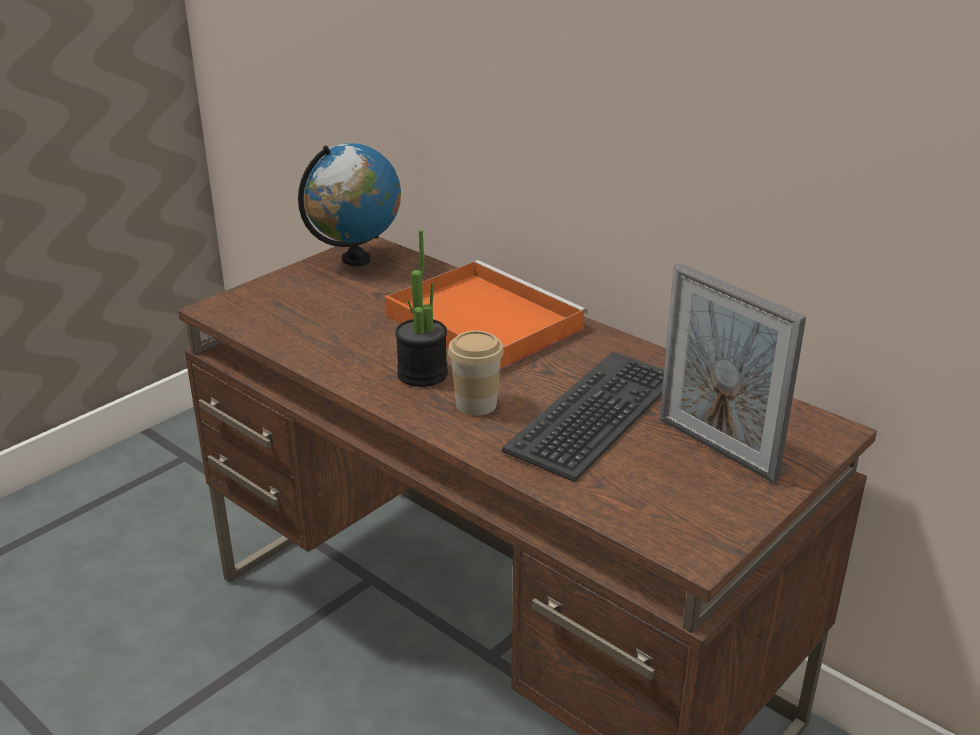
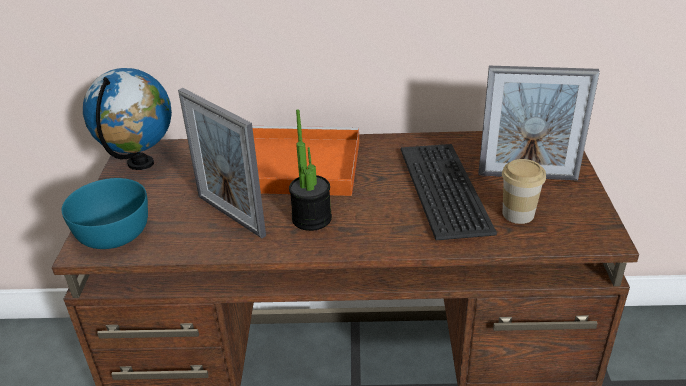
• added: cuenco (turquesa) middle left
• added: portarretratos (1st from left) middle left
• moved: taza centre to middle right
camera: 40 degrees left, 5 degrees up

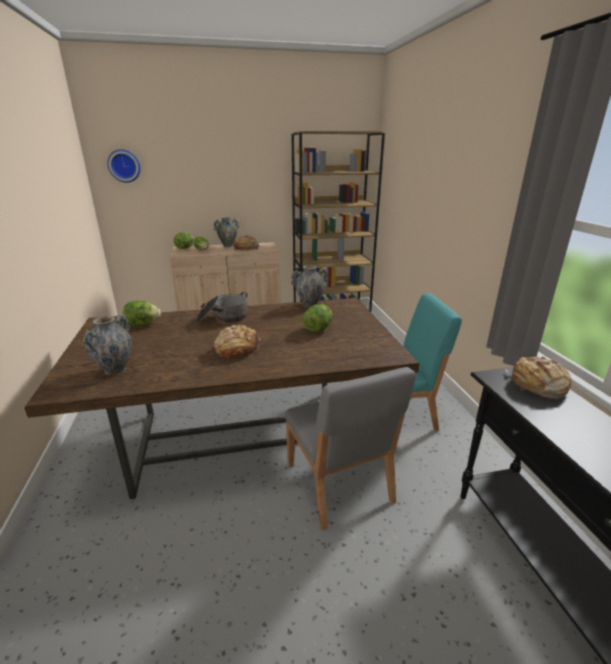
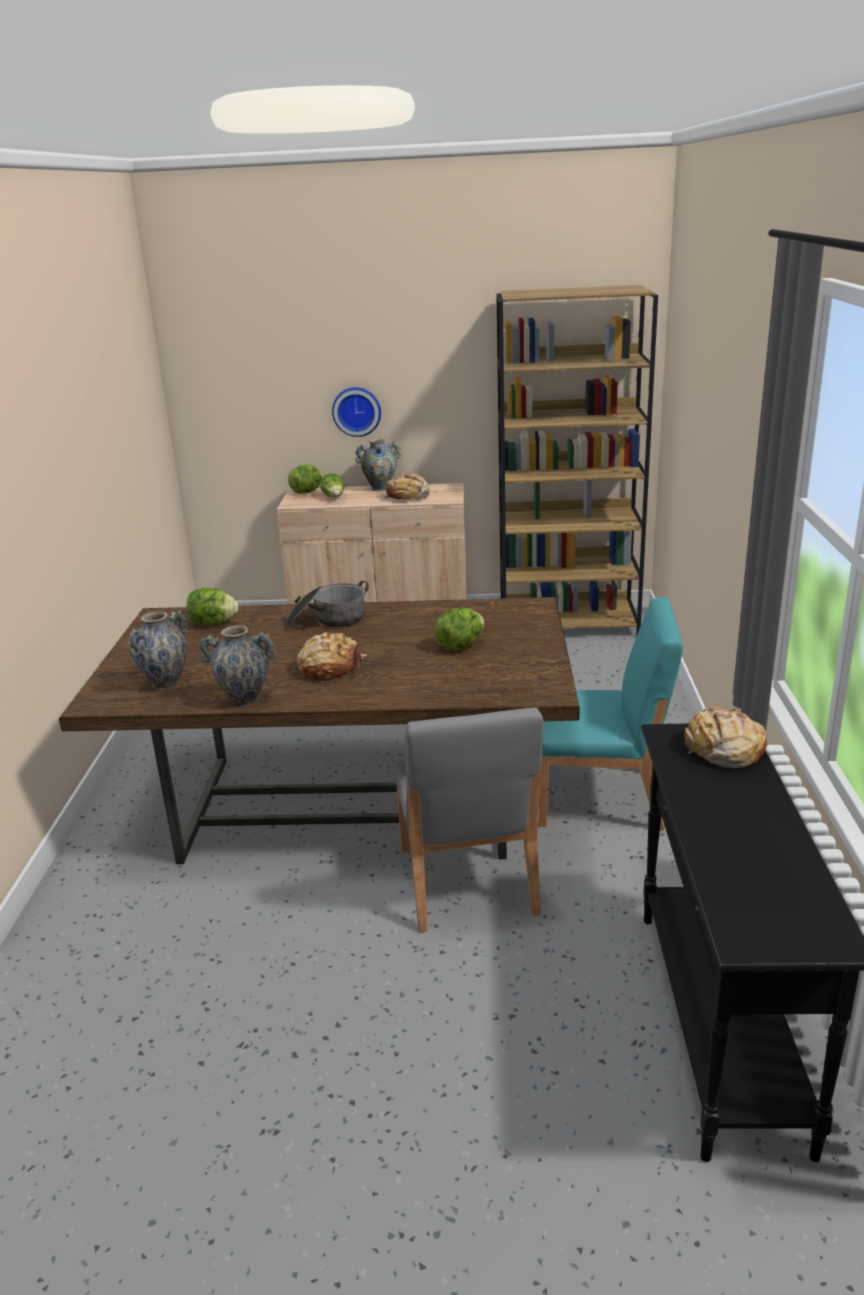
• moved: florero (3rd from left in the first image) centre to florero (2nd from left) middle left
• moved: reloj de pared top left to top centre
camera: 15 degrees right, 0 degrees up

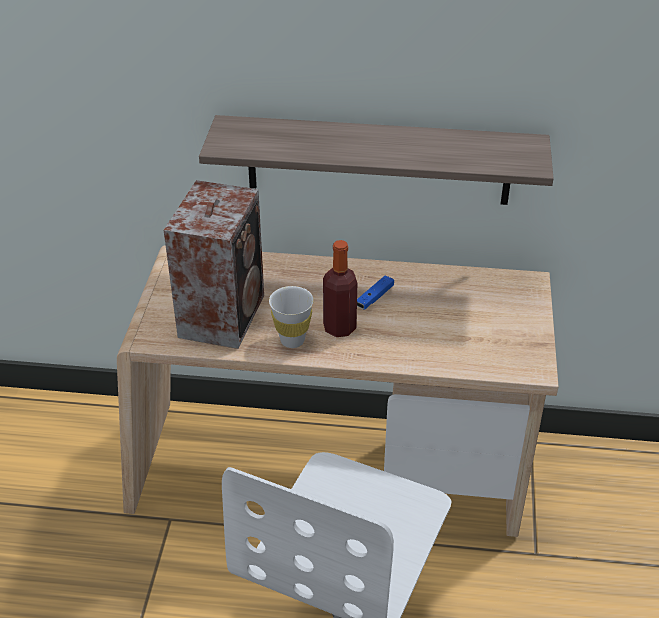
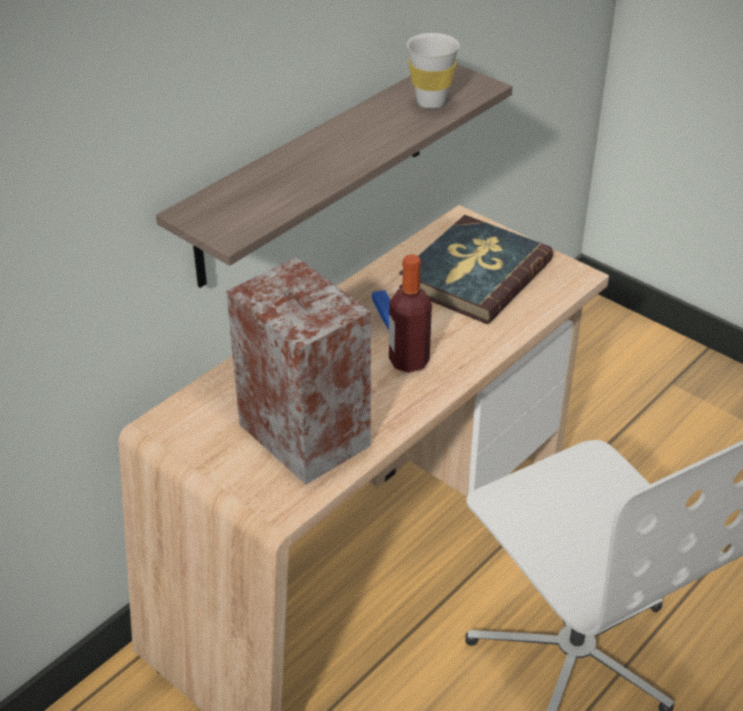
• added: libro centre
• moved: taza (blanco) centre to top centre
camera: 55 degrees left, 0 degrees up

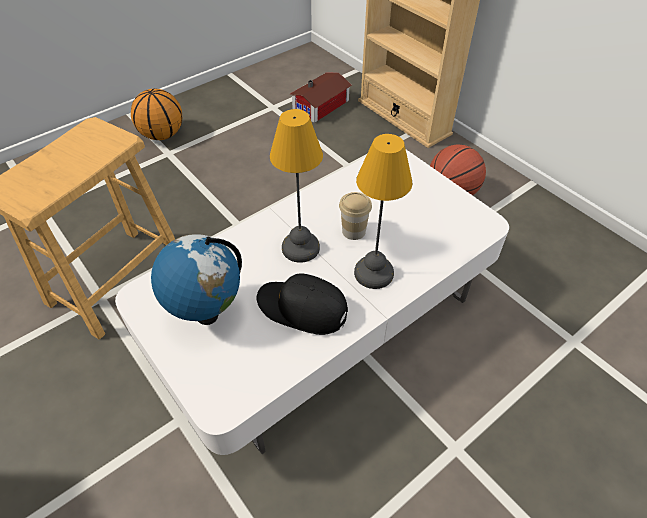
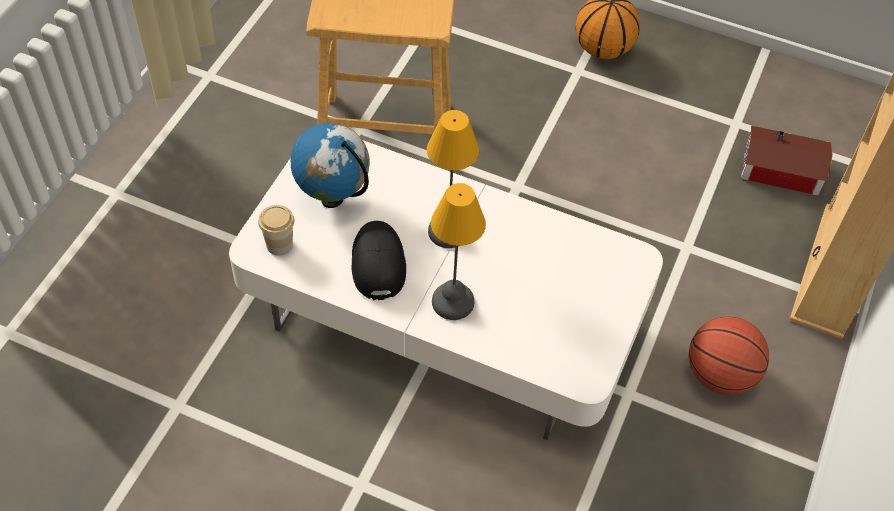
• moved: taza centre to middle left
camera: 60 degrees right, 5 degrees up

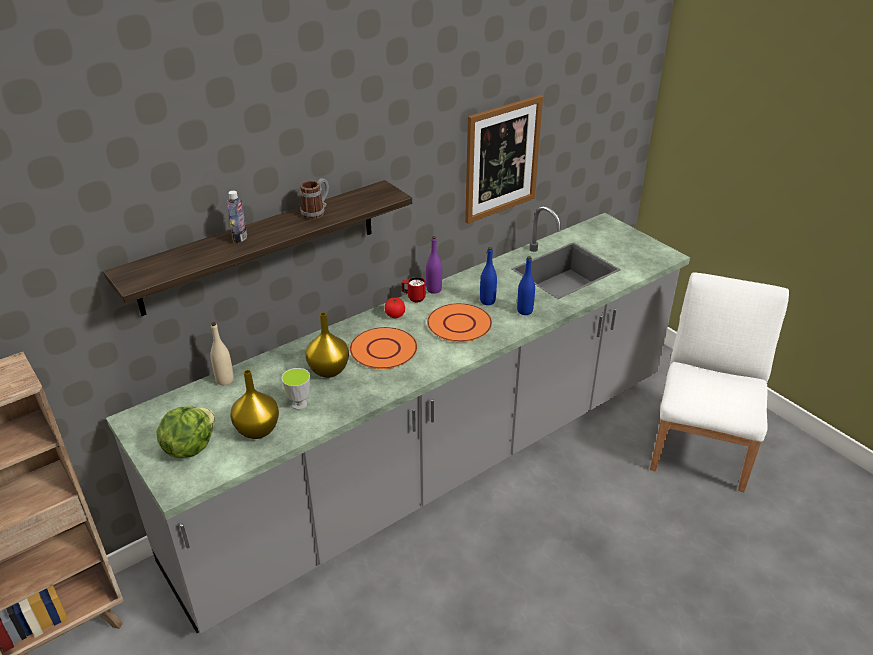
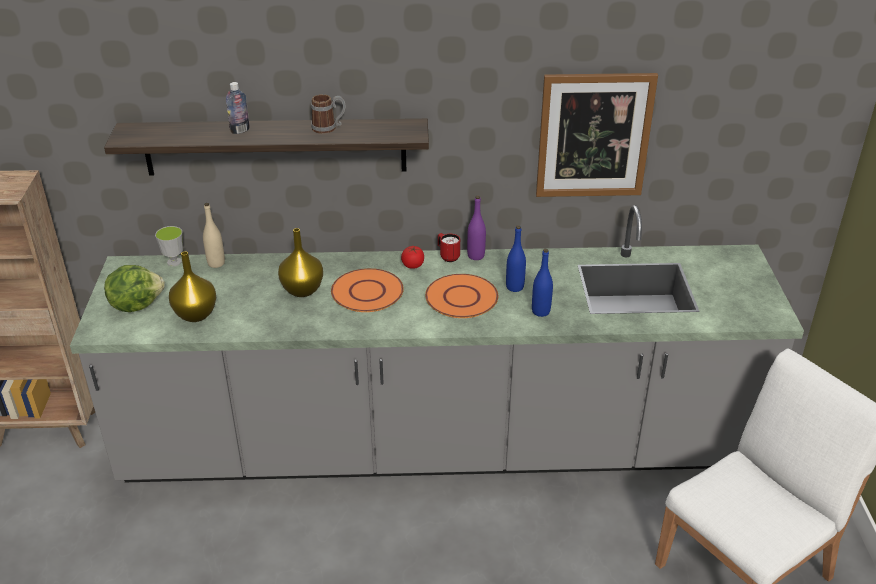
• moved: taza centre to middle left
camera: 35 degrees right, 0 degrees up

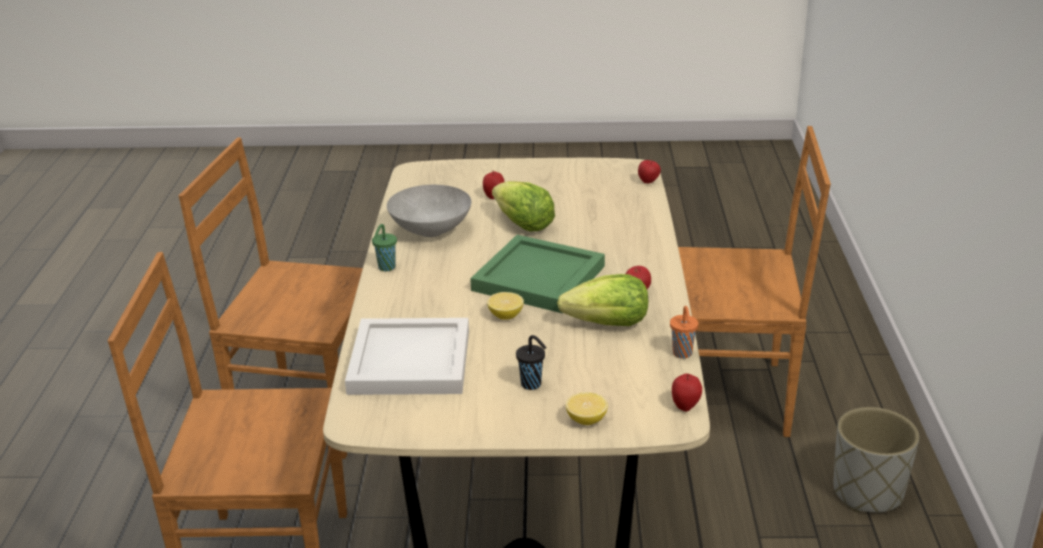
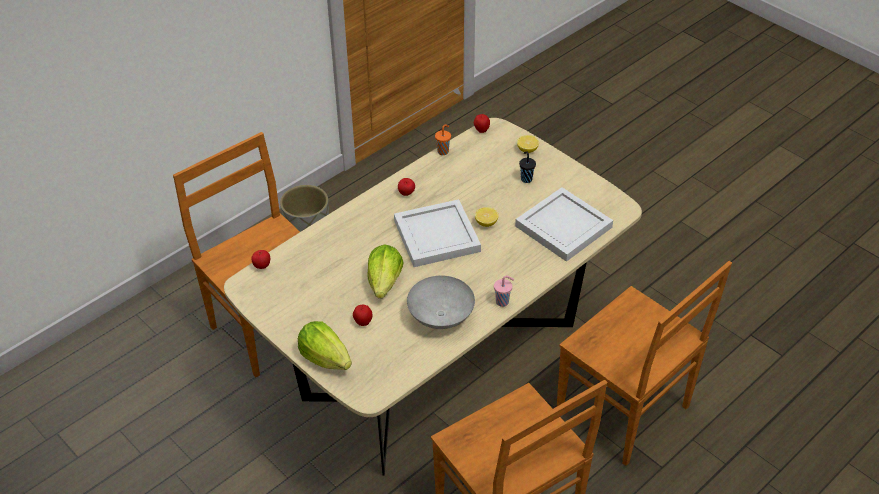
• moved: lechuga (2nd from left in the first image) centre to lechuga (1st from left) bottom centre
• recoloured: bandeja (verde) centre to bandeja (blanco) (1st from left) centre
• recoloured: taza (verde) centre to taza (rosa) centre
camera: 135 degrees left, 15 degrees up

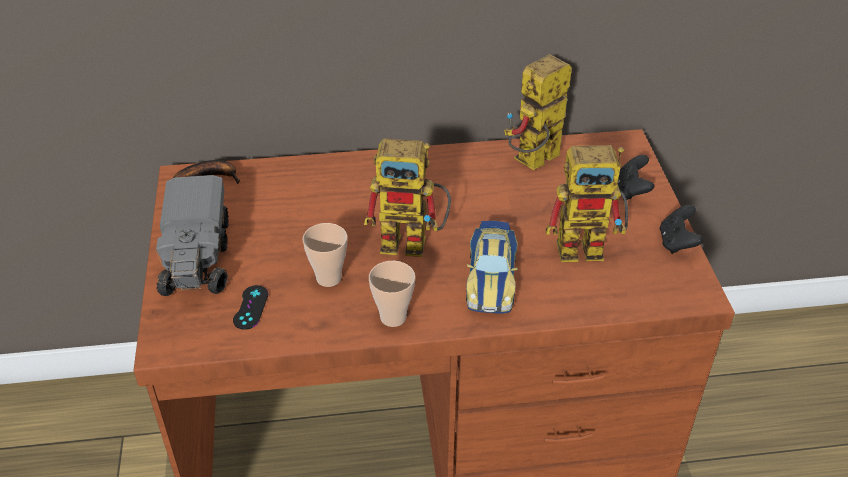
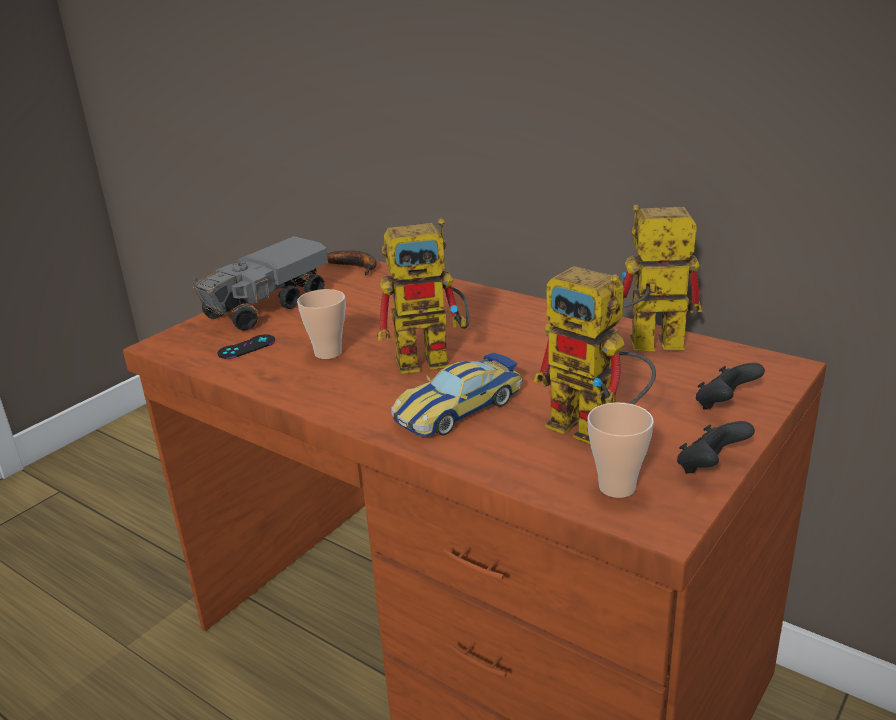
• turned: robot de juguete (1st from left) centre = centre 60 degrees counterclockwise
• moved: taza (2nd from left) centre to middle right
camera: 45 degrees right, 15 degrees down

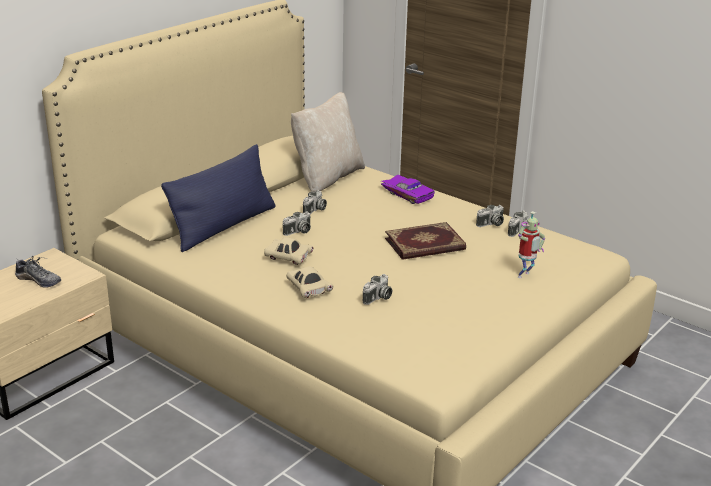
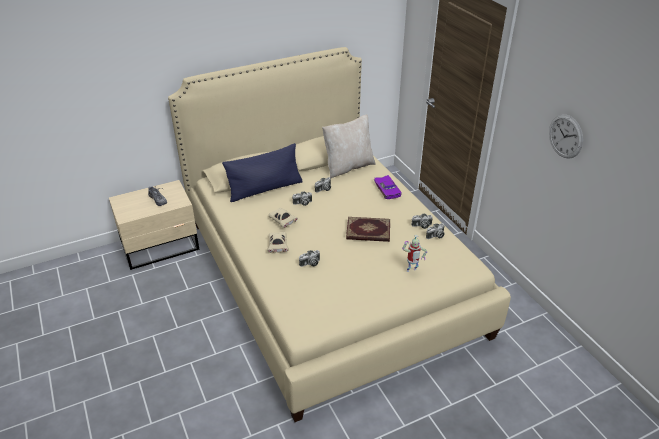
• added: reloj de pared top right
camera: 25 degrees right, 10 degrees up

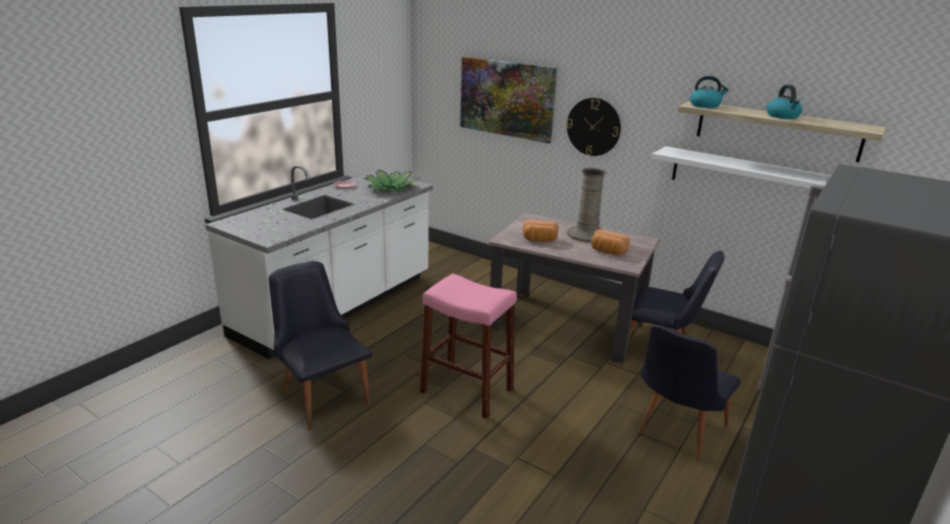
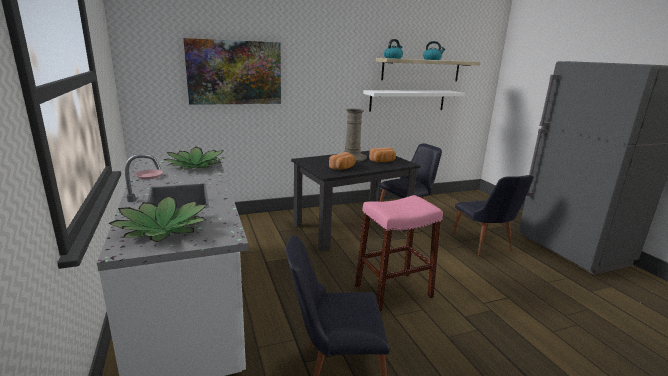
• added: planta en maceta (1st from left) middle left
• recoloured: mesa de comedor (beis) centre to mesa de comedor (negro) centre
• removed: reloj de pared top centre
camera: 55 degrees left, 5 degrees down

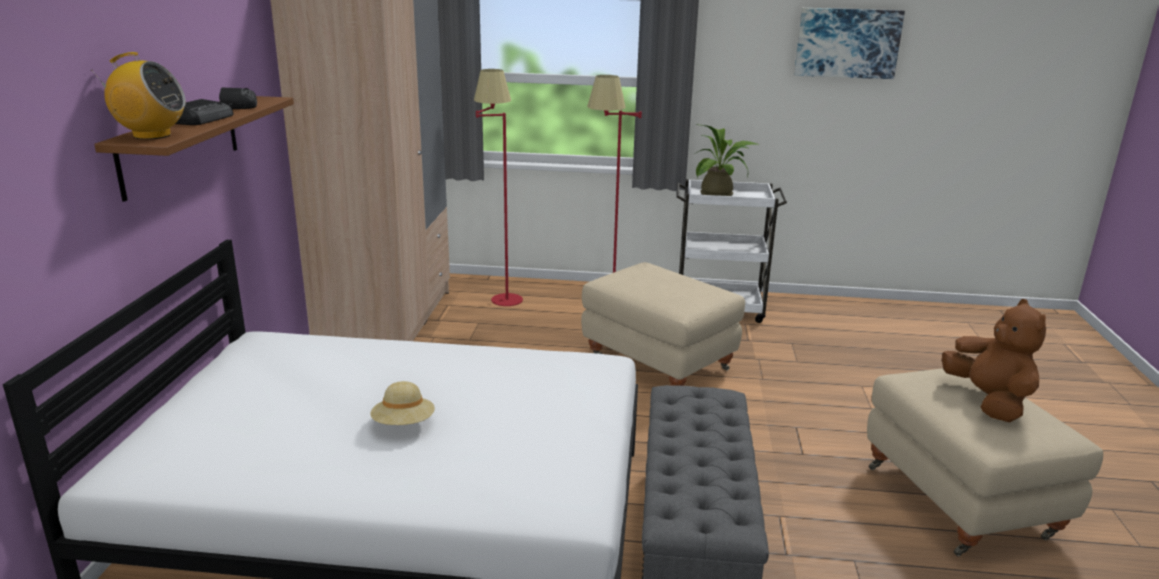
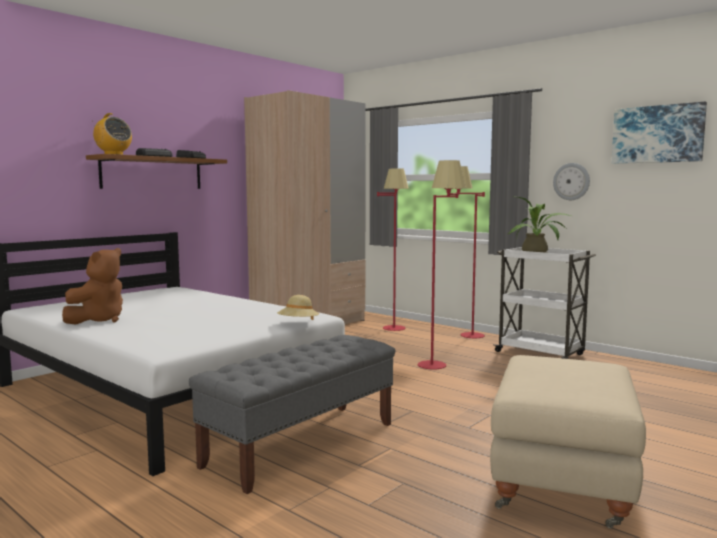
• moved: peluche (marrón) middle right to middle left
• moved: sombrero (beis) bottom centre to centre
• replaced: puf (beis) (1st from left) centre to lámpara de pie (rojo) (2nd from left) centre
• added: reloj de pared middle right
camera: 35 degrees right, 15 degrees down

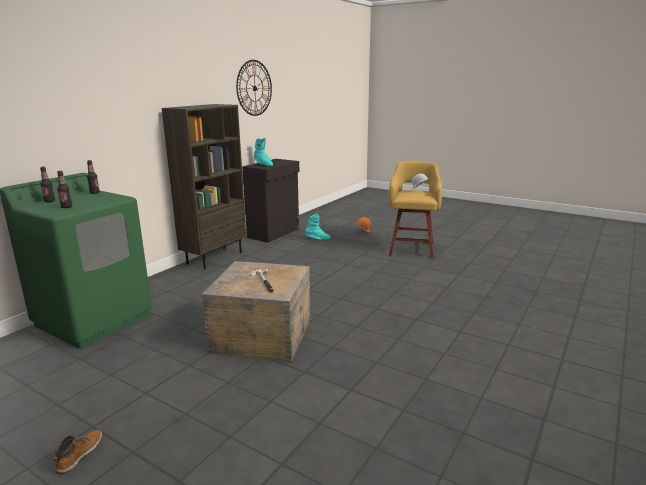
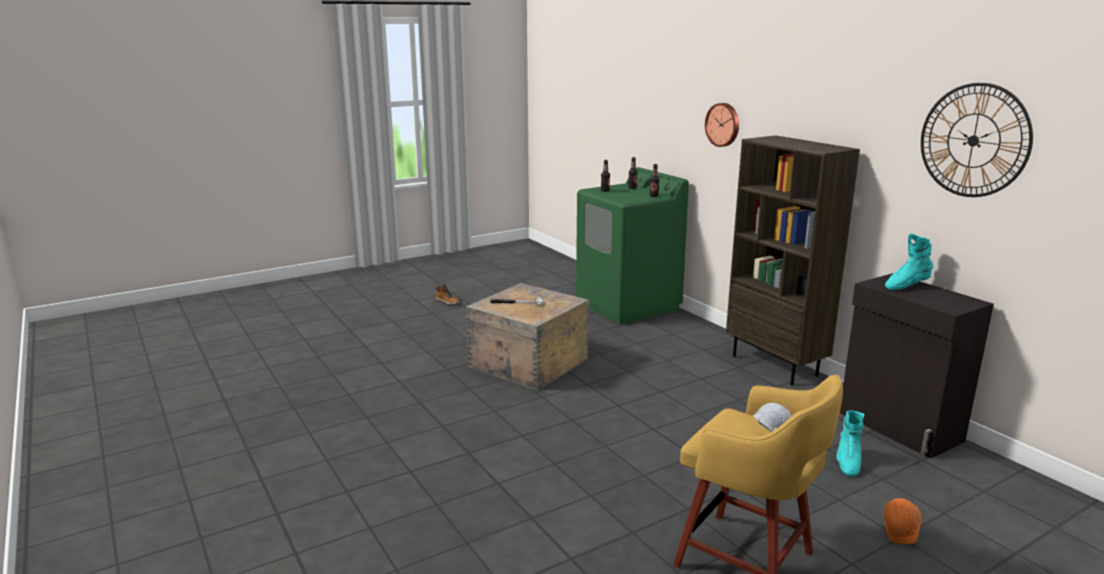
• added: reloj de pared (1st from left) top centre
camera: 115 degrees right, 0 degrees up

